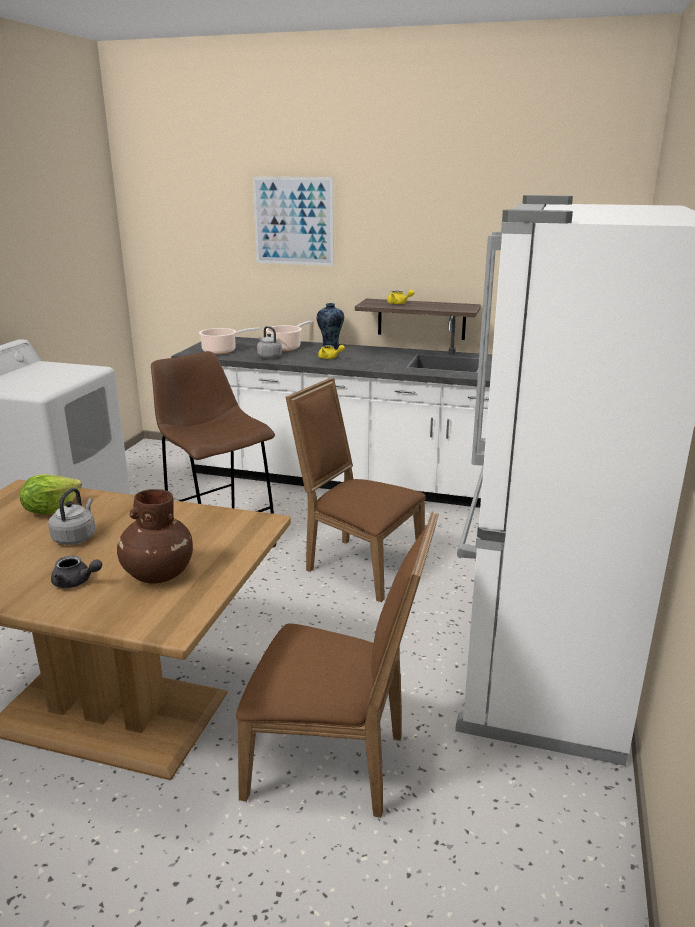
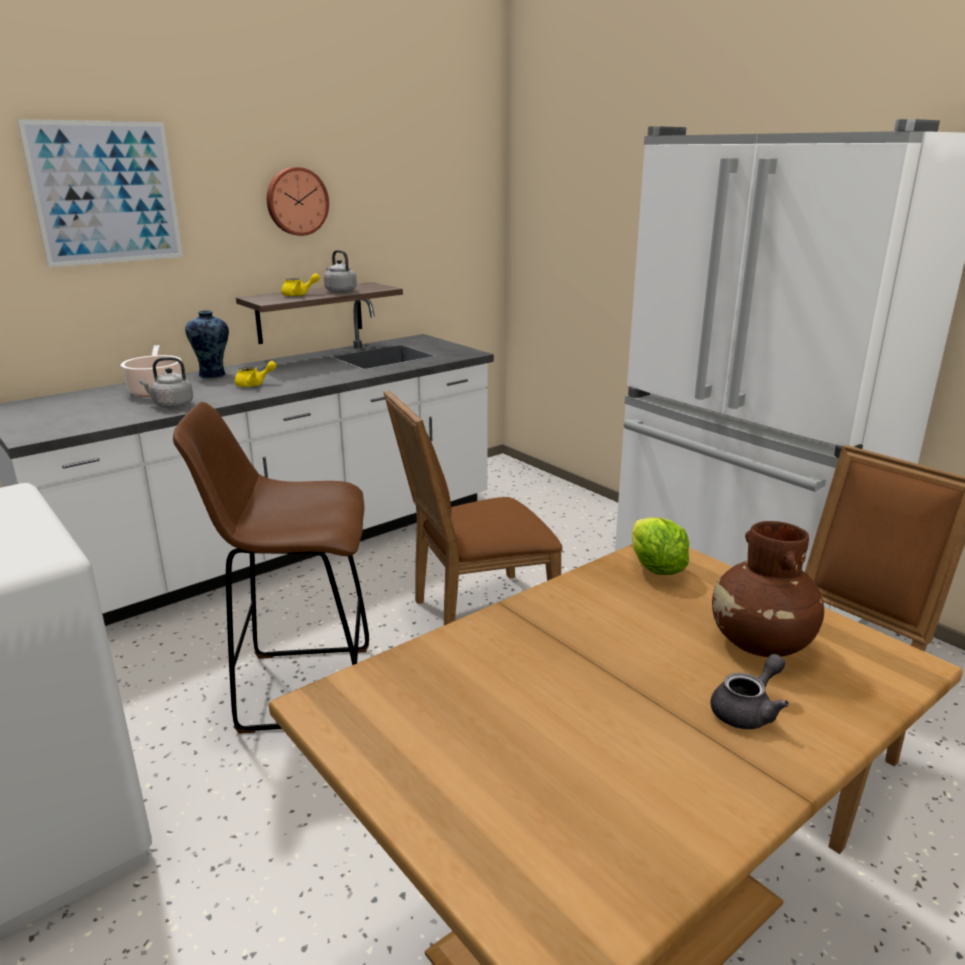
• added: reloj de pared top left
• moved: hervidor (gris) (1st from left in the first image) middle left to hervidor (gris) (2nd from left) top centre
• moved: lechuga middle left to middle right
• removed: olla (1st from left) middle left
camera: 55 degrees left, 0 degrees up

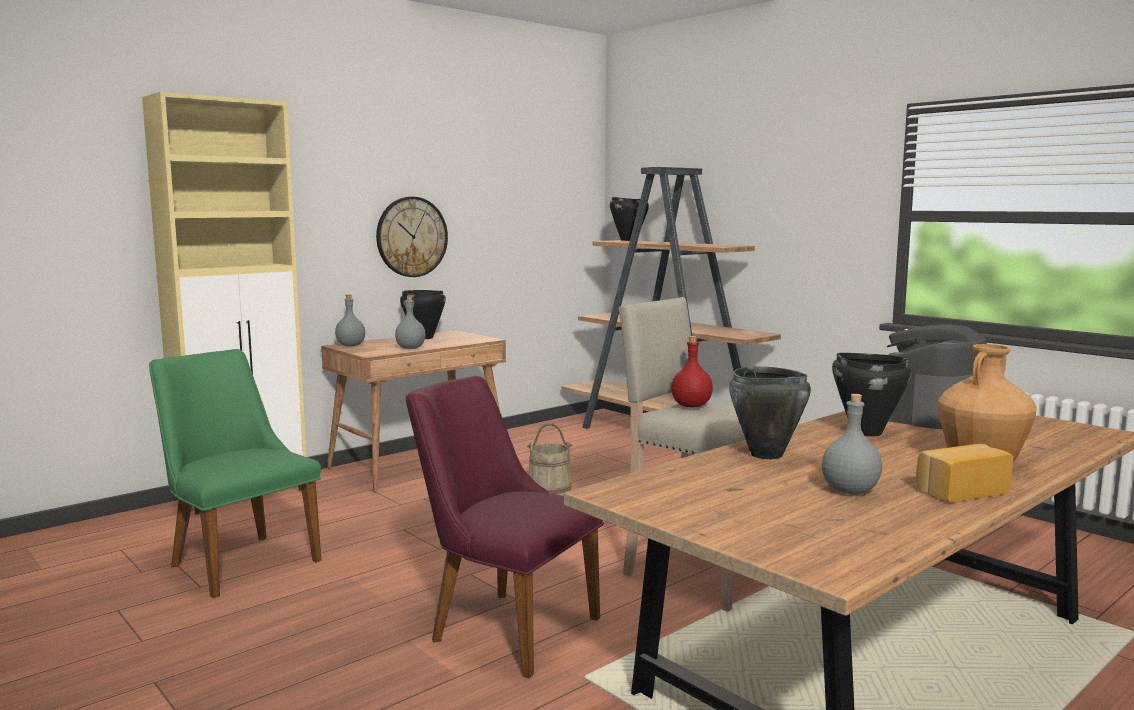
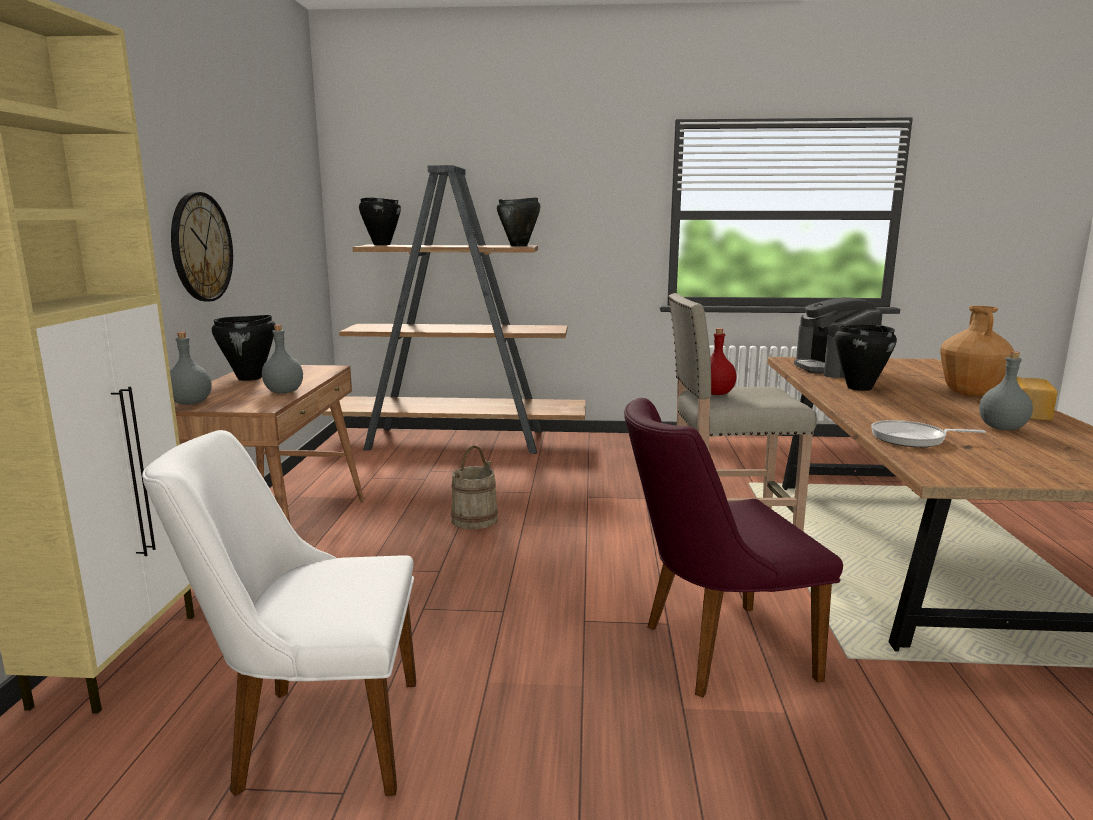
• recoloured: silla (verde) middle left to silla (blanco) bottom left
• moved: olla (negro) (3rd from left) middle right to top centre
• added: sartén middle right
camera: 45 degrees left, 5 degrees up

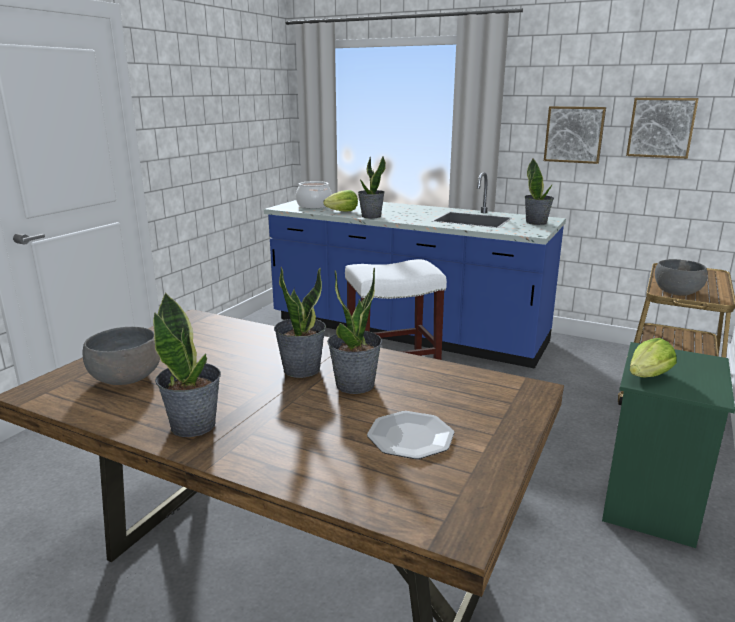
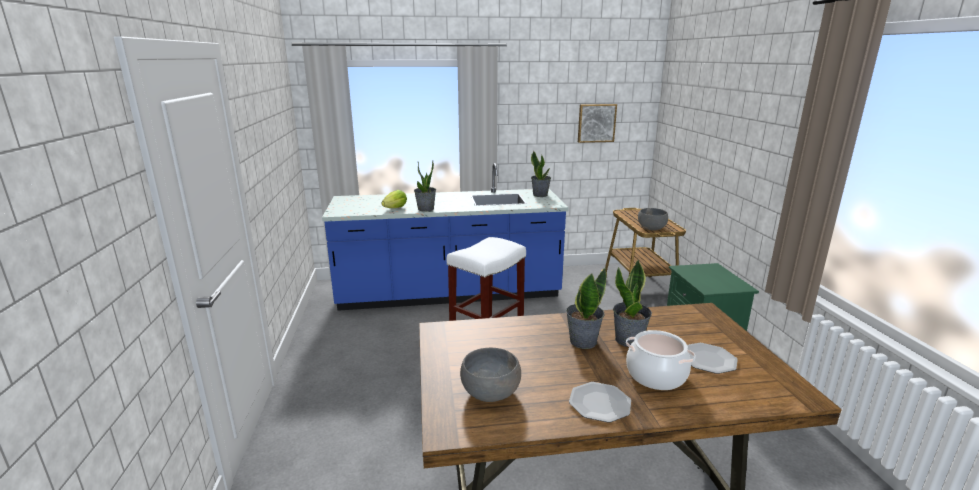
• replaced: planta en maceta (1st from left) middle left to plato (1st from left) bottom centre
• moved: olla top centre to bottom right
• removed: cuadro (1st from left) top right
• removed: lechuga (2nd from left) middle right
camera: 35 degrees left, 0 degrees up

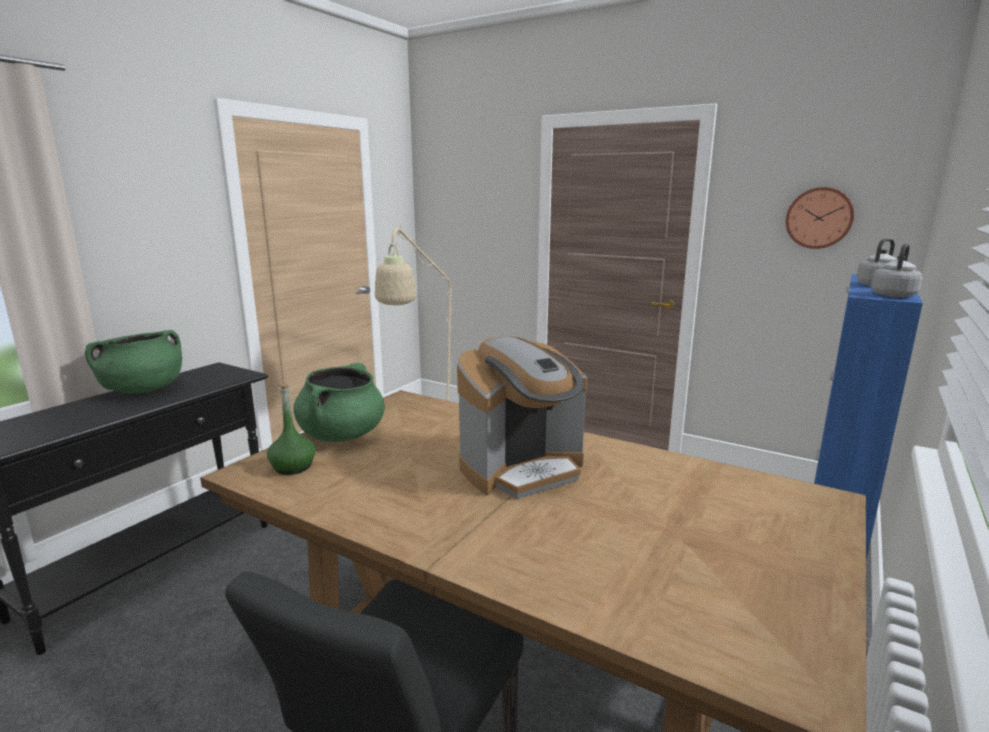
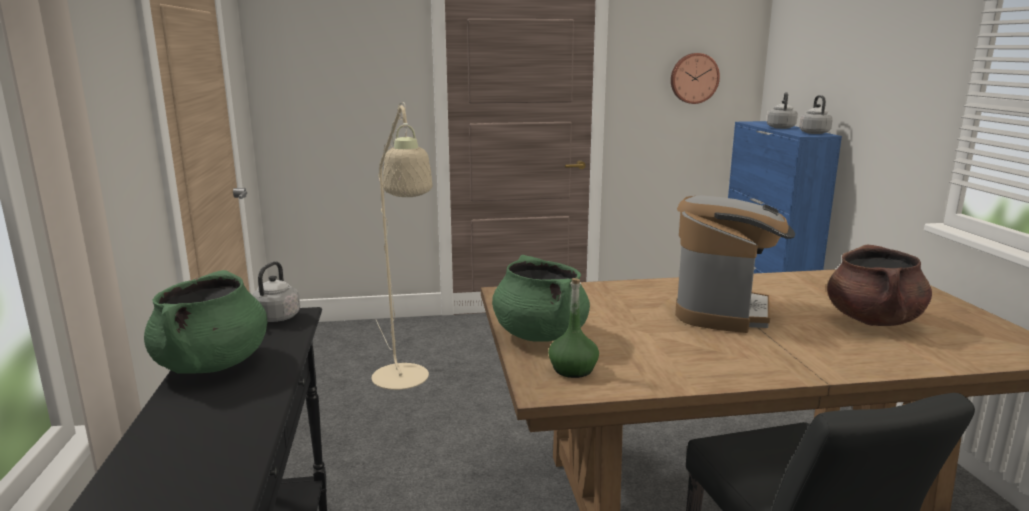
• added: hervidor (gris) (1st from left) middle left
• added: olla (marrón) middle right
camera: 40 degrees left, 0 degrees up

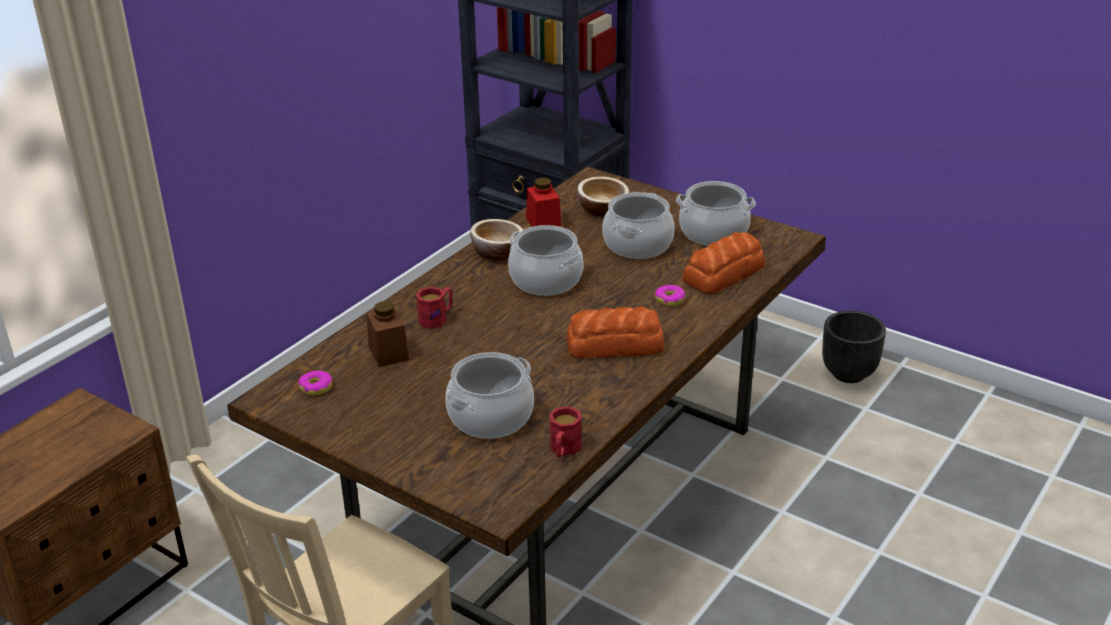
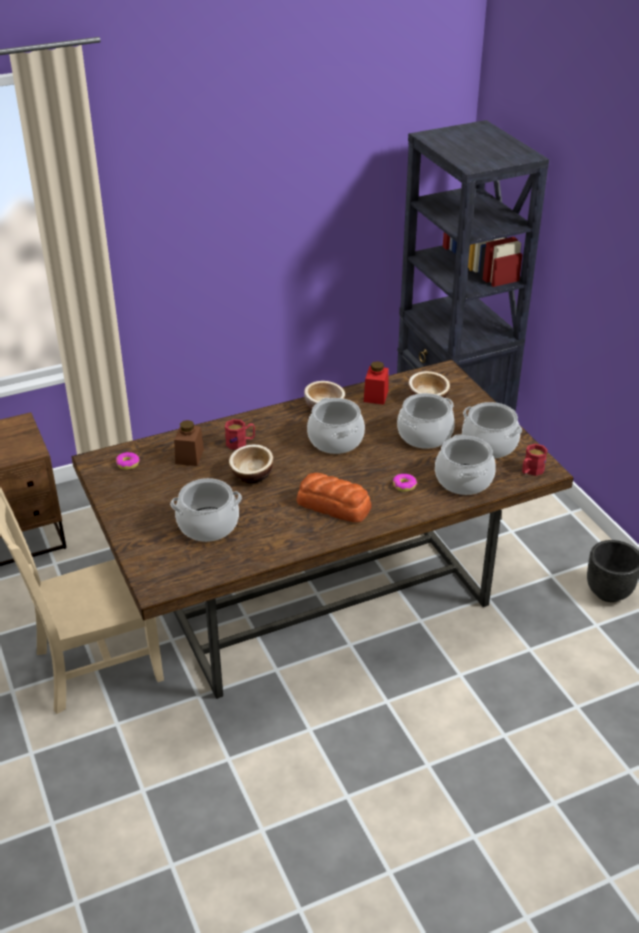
• added: cuenco (1st from left) centre
• replaced: pan (2nd from left) centre to olla (4th from left) middle right
• moved: taza grande (rojo) (2nd from left) bottom centre to middle right
camera: 30 degrees right, 5 degrees up

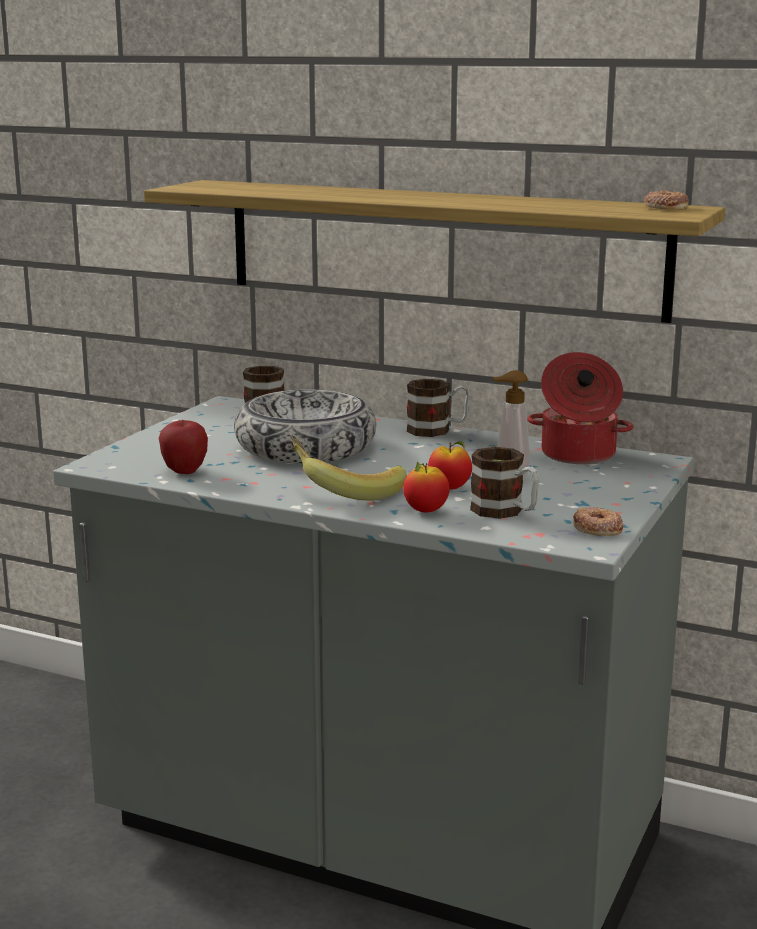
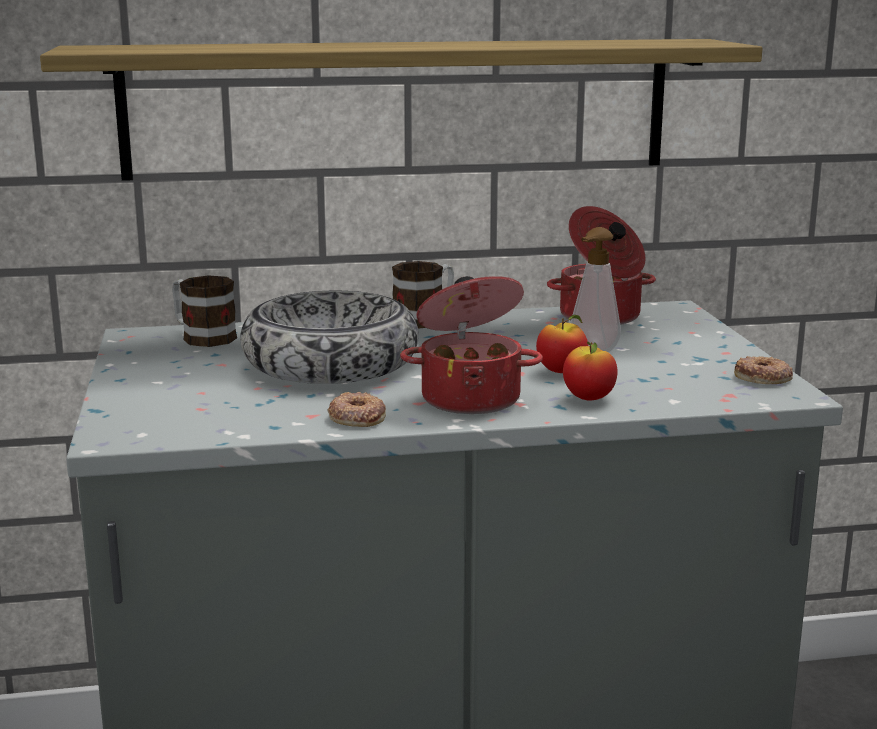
• moved: rosquilla (2nd from left in the first image) top right to rosquilla (1st from left) centre
• replaced: plátano centre to olla (1st from left) centre
• removed: manzana (1st from left) middle left
• removed: taza grande (3rd from left) centre
camera: 35 degrees left, 0 degrees up

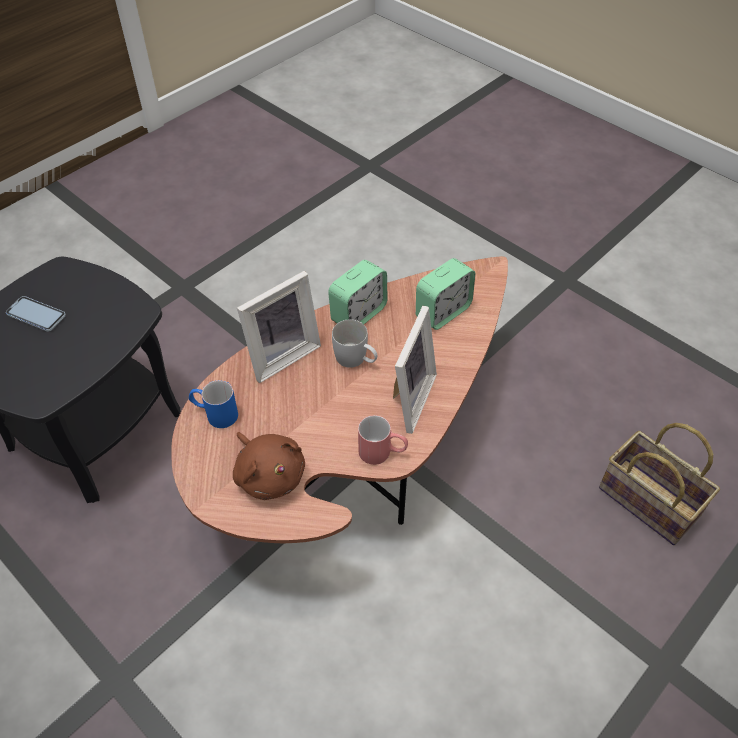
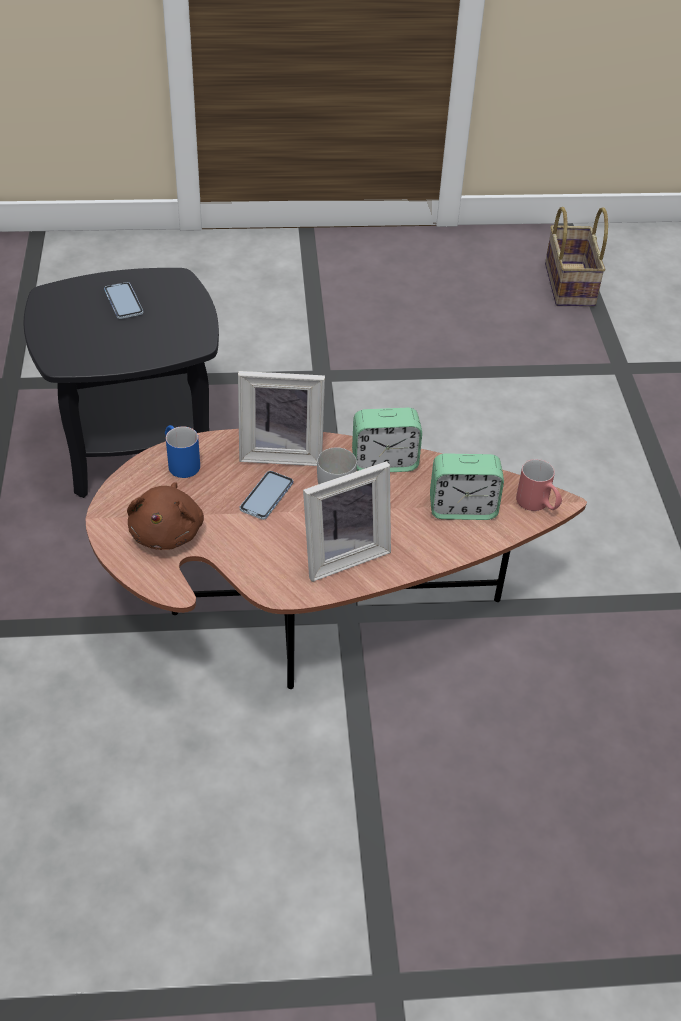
• added: móvil (2nd from left) centre
• moved: taza grande (rojo) centre to middle right
• moved: cesta middle right to top right
camera: 40 degrees right, 5 degrees down

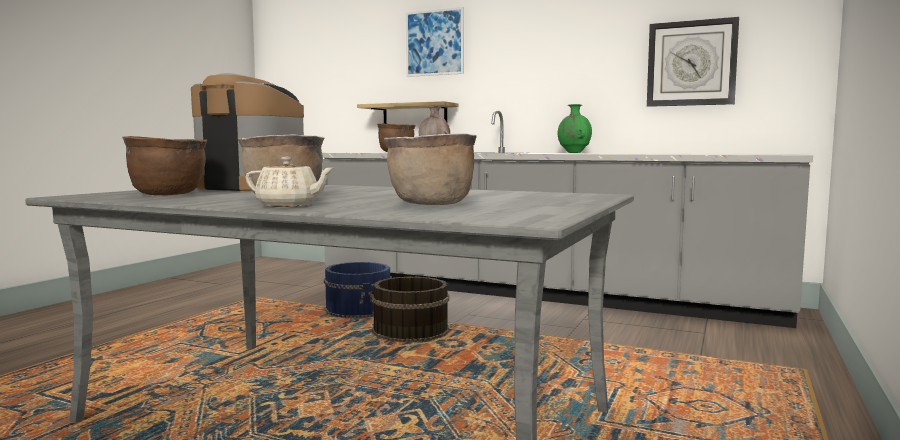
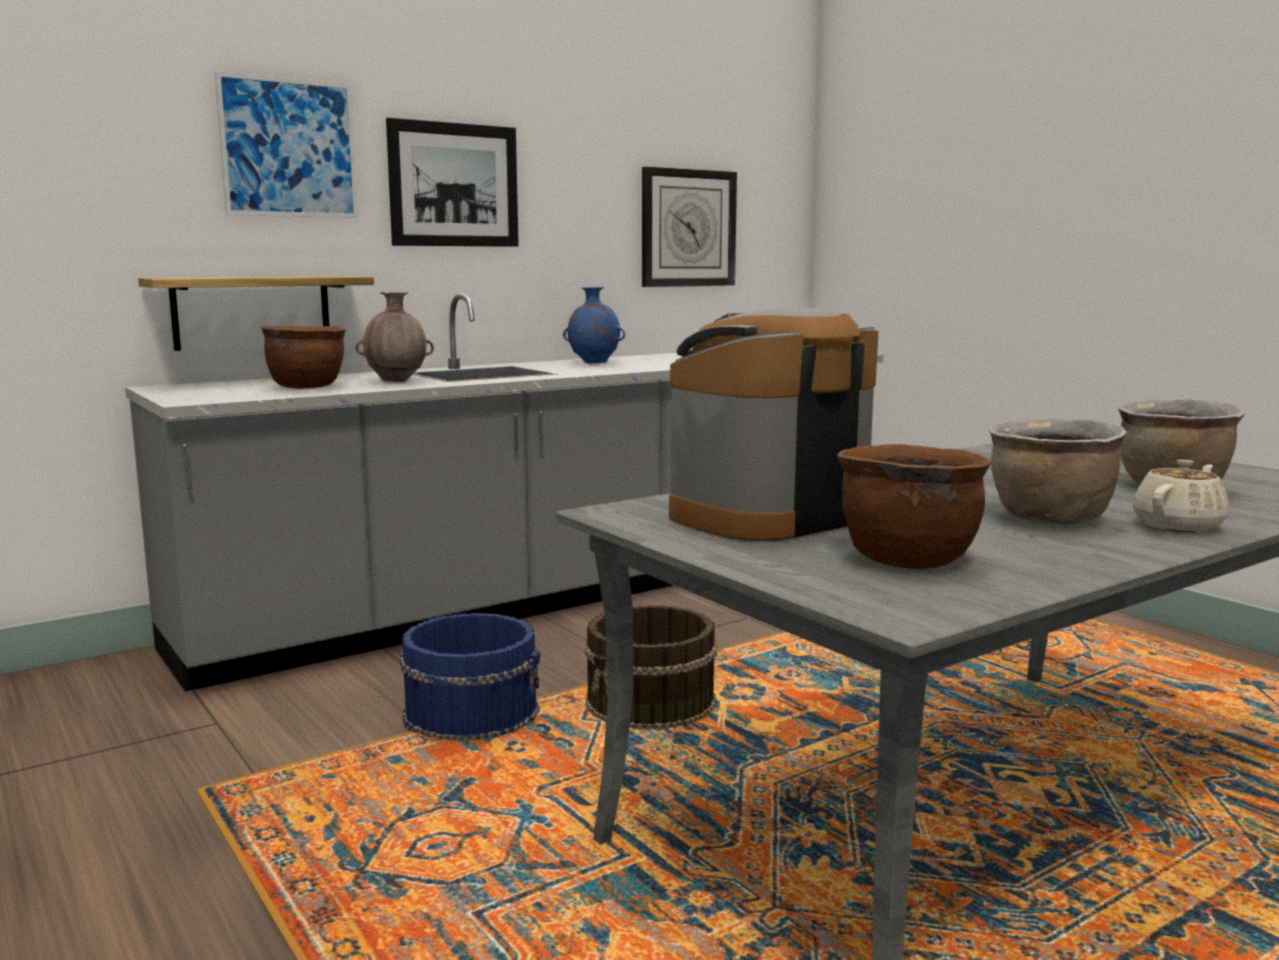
• added: cuadro (2nd from left) top centre
• recoloured: florero (verde) top centre to florero (azul) centre
camera: 60 degrees left, 5 degrees up

